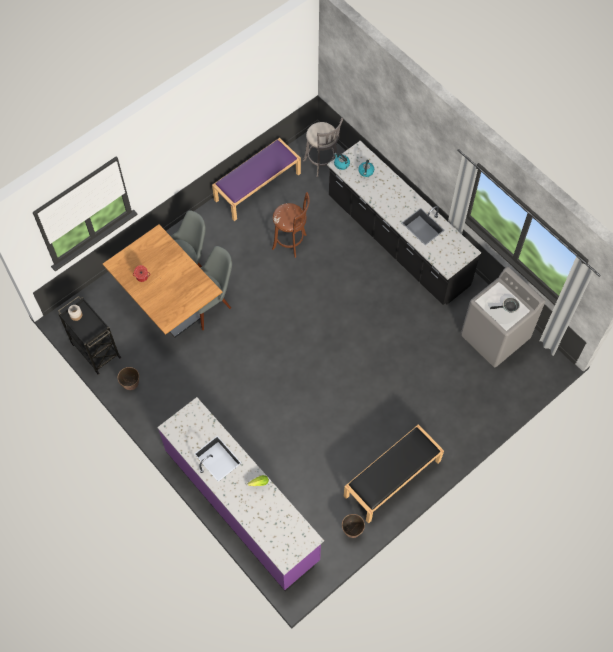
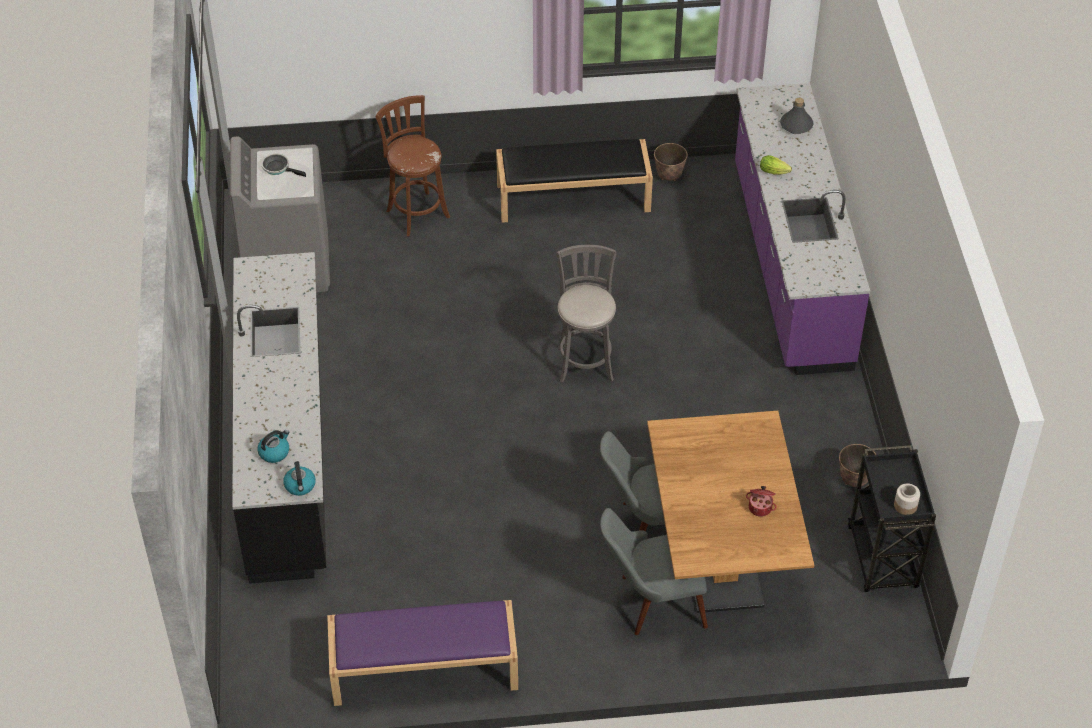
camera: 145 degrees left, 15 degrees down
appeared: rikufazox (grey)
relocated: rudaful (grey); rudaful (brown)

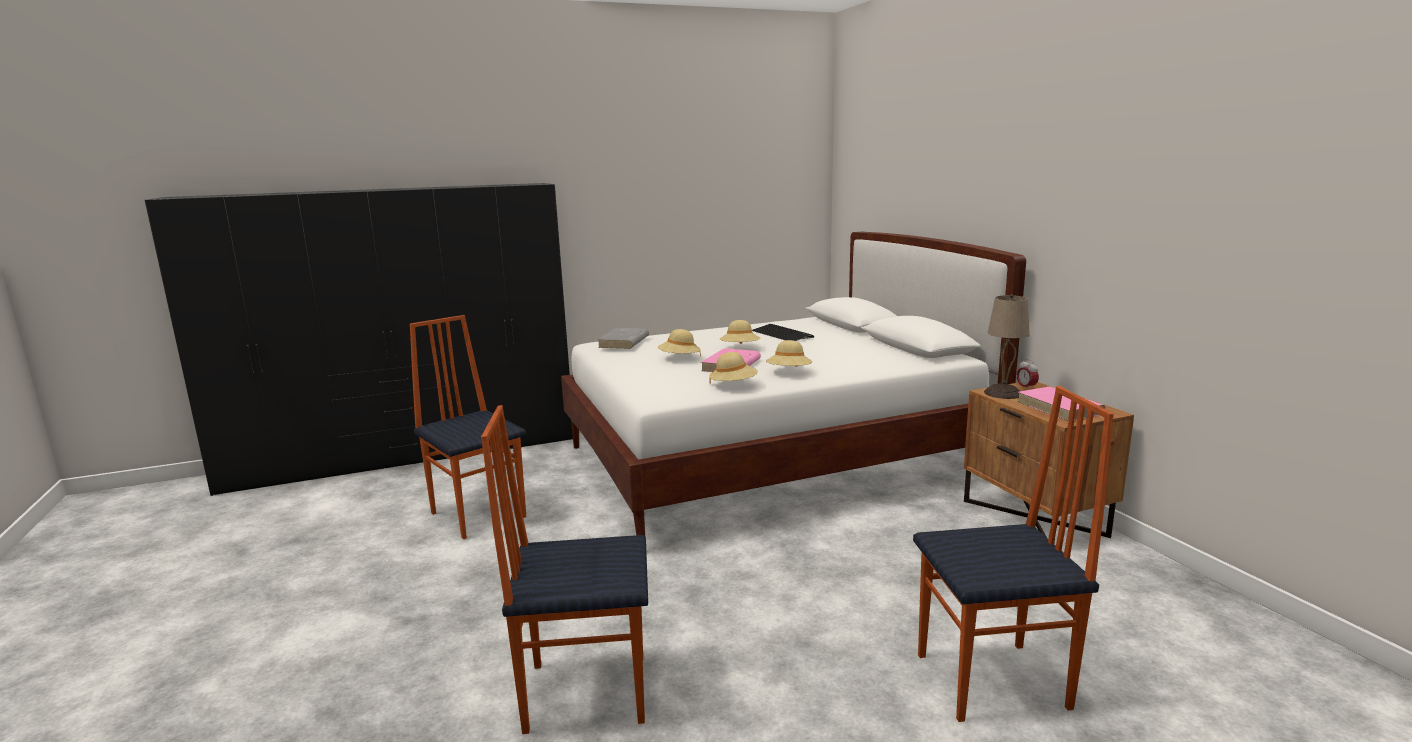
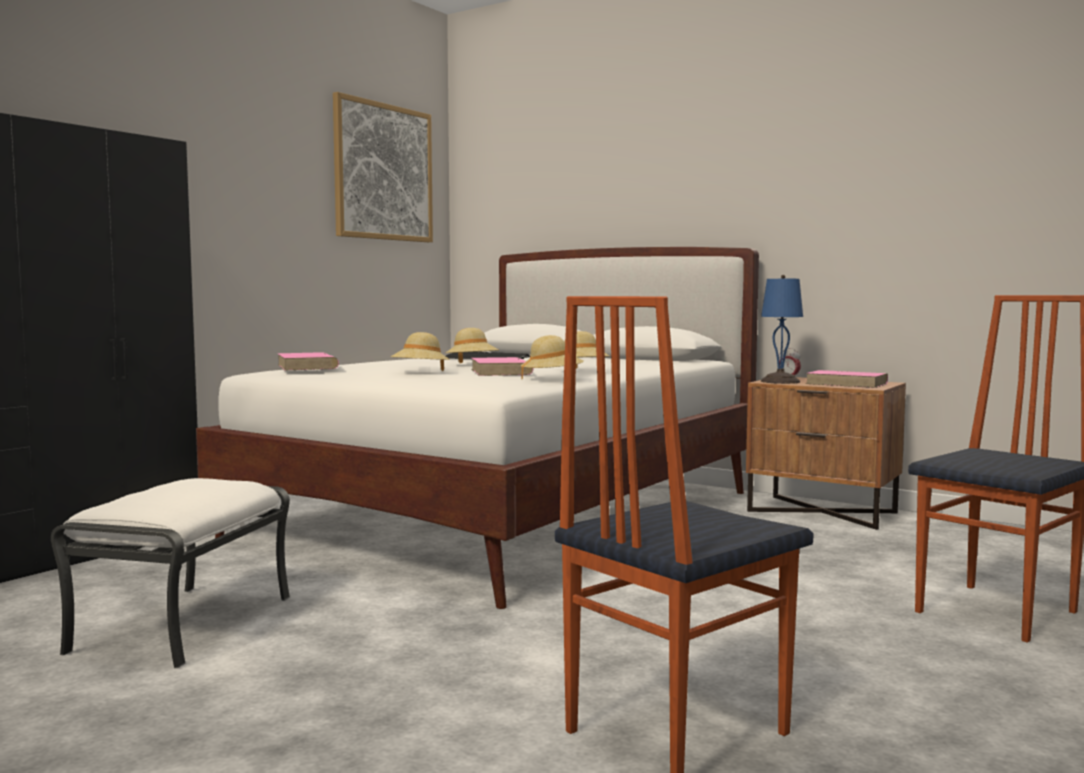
camera: 35 degrees left, 10 degrees down
appeared: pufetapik
exchanged: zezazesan (no. 1 from left) to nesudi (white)
colour: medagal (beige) to medagal (blue); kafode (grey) to kafode (pink) (no. 1 from left)

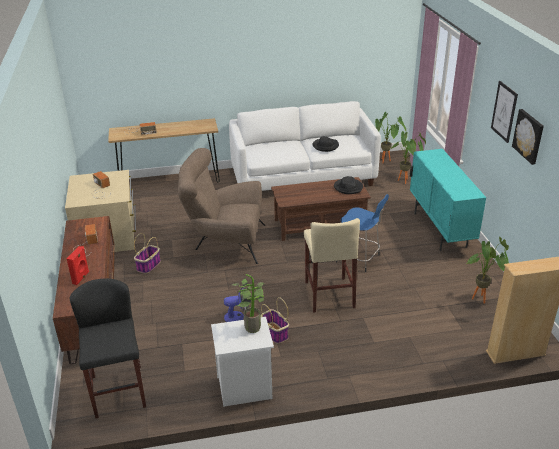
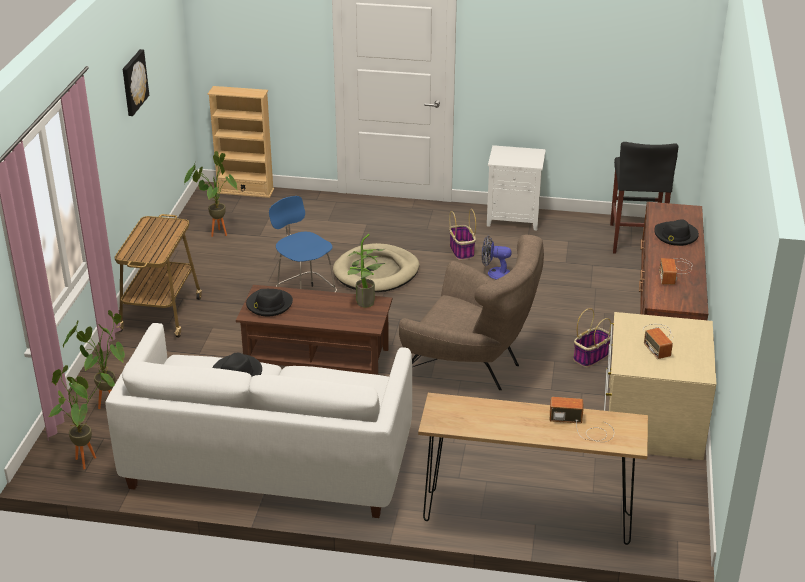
camera: 160 degrees left, 0 degrees up
missing: pufetapik (no. 1 from left)
relocated: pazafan (no. 1 from left in the first image) to pazafan (no. 4 from left)
exchanged: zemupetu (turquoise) to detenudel; rudaful (beige) to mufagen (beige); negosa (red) to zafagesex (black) (no. 3 from left)

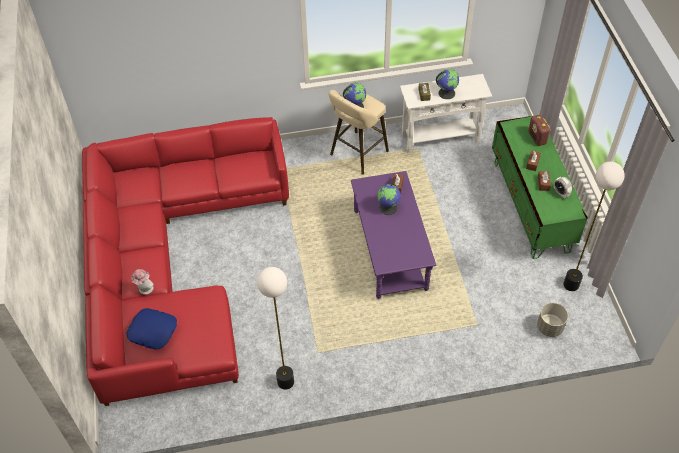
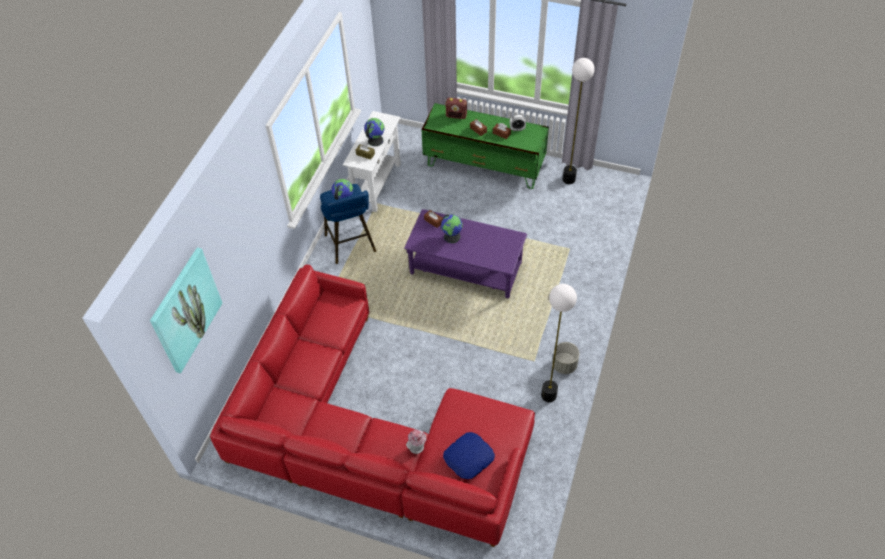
camera: 60 degrees left, 0 degrees up
appeared: pufetapik
relocated: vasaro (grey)
colour: rudaful (beige) to rudaful (blue)

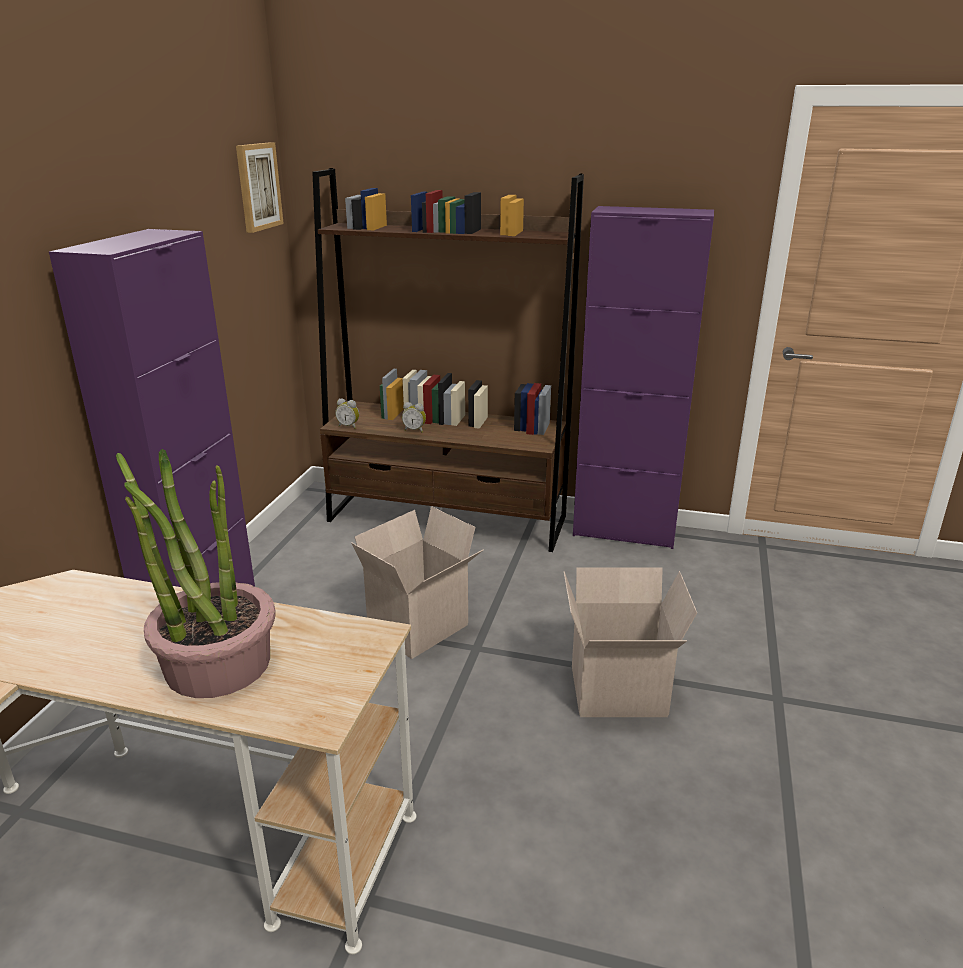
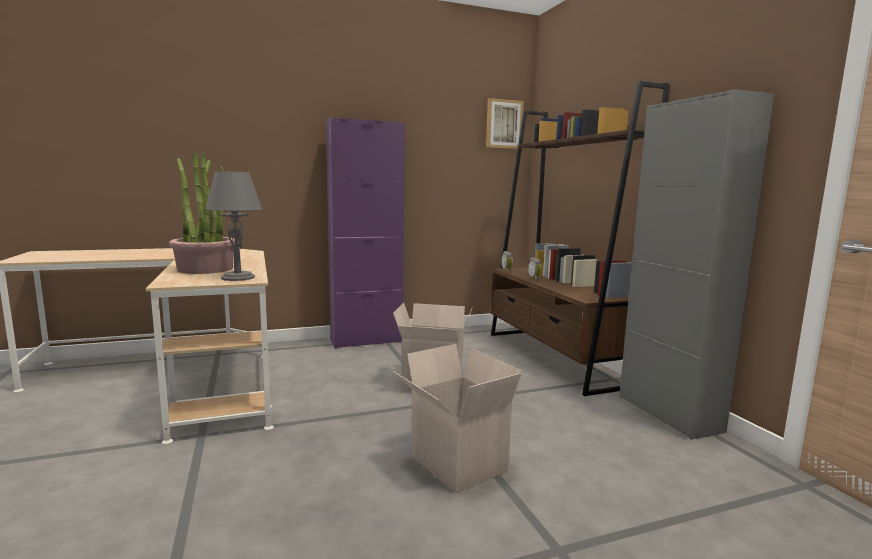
camera: 55 degrees right, 15 degrees down
appeared: medagal (grey)
colour: zemupetu (purple) (no. 2 from left) to zemupetu (grey)

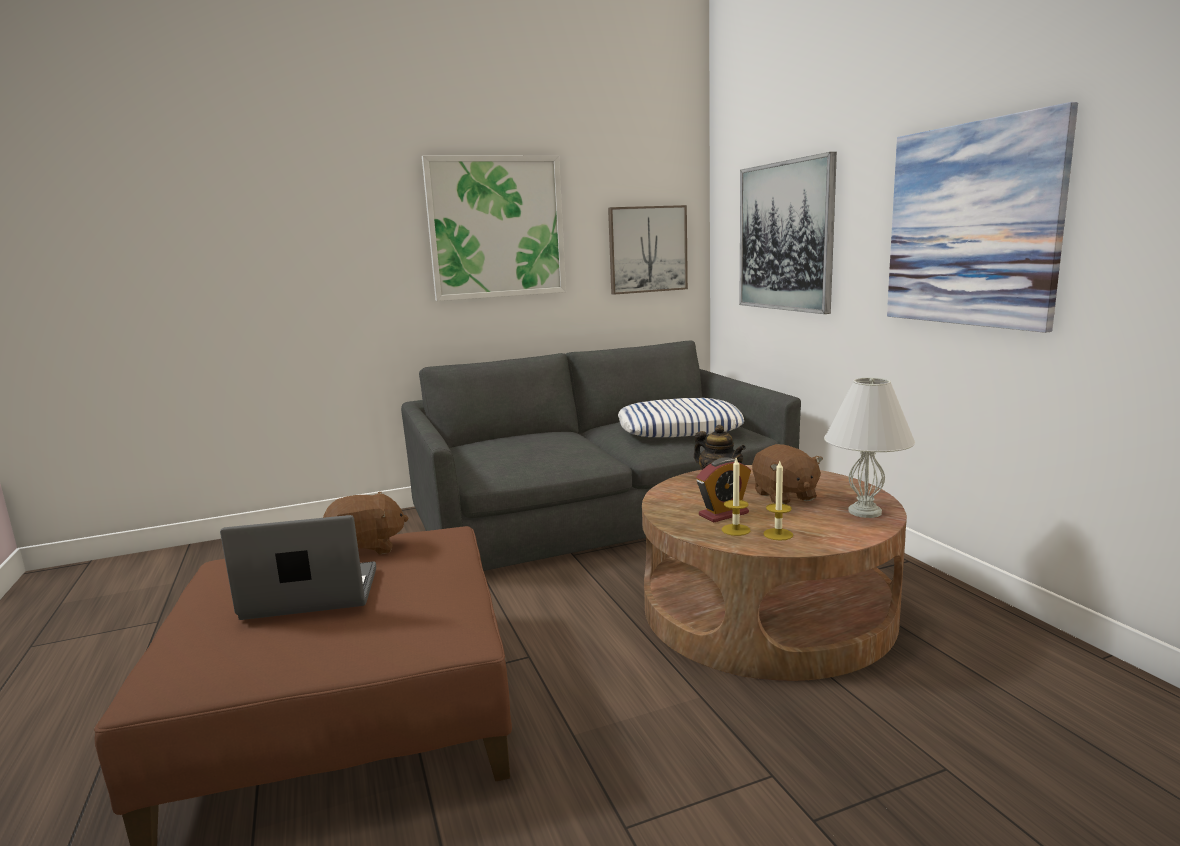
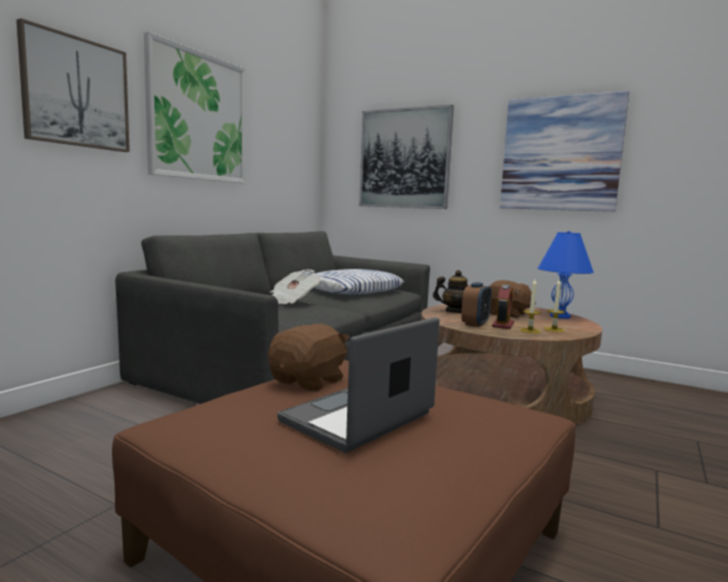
camera: 40 degrees left, 5 degrees down
appeared: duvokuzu; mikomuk (no. 1 from left)
relocated: pufetapik (no. 2 from left in the first image) to pufetapik (no. 1 from left)
colour: medagal (white) to medagal (blue)

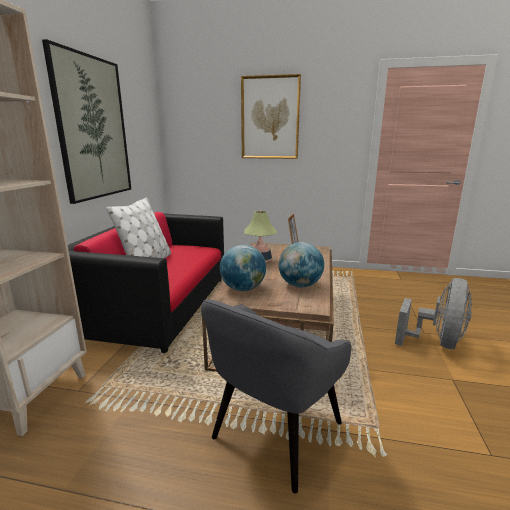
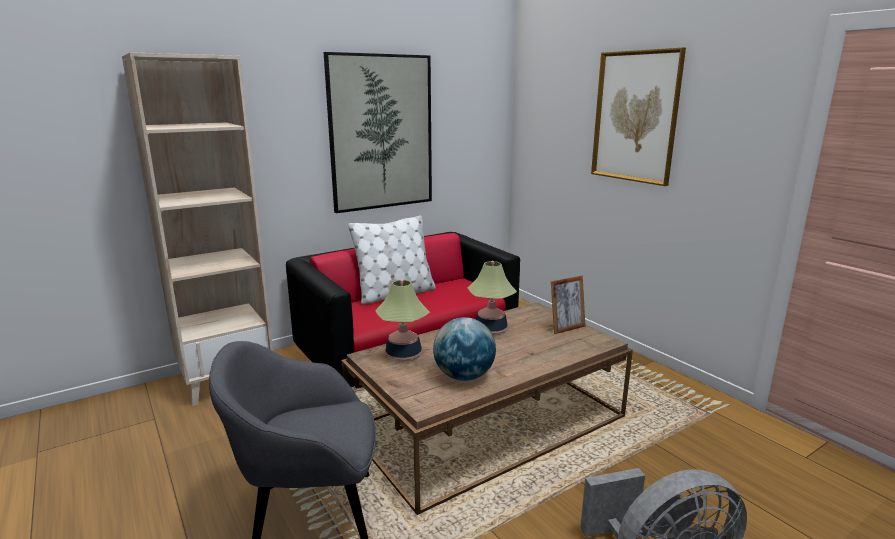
camera: 45 degrees right, 0 degrees up
exchanged: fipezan (no. 1 from left) to medagal (no. 1 from left)

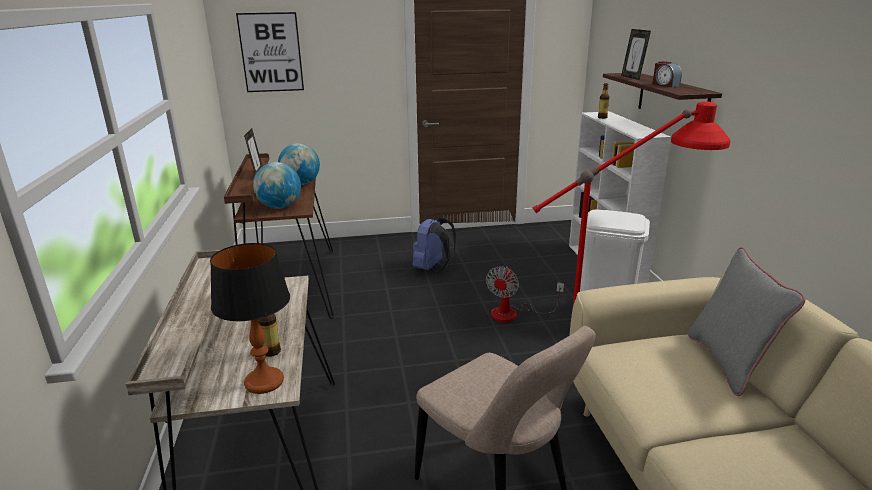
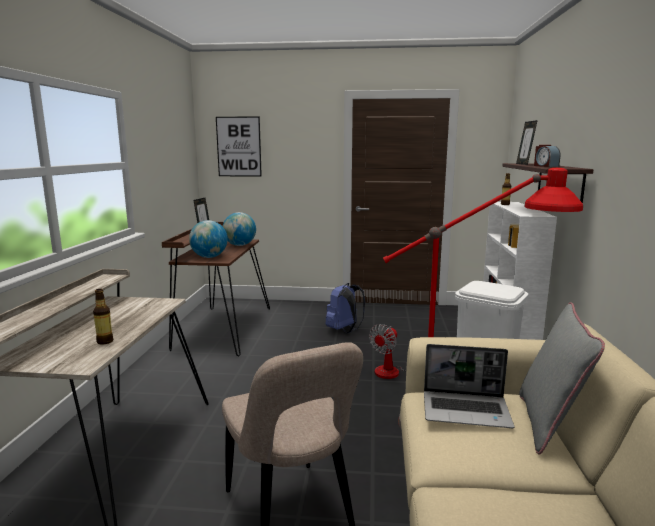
camera: 15 degrees right, 10 degrees down
missing: medagal
appeared: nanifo

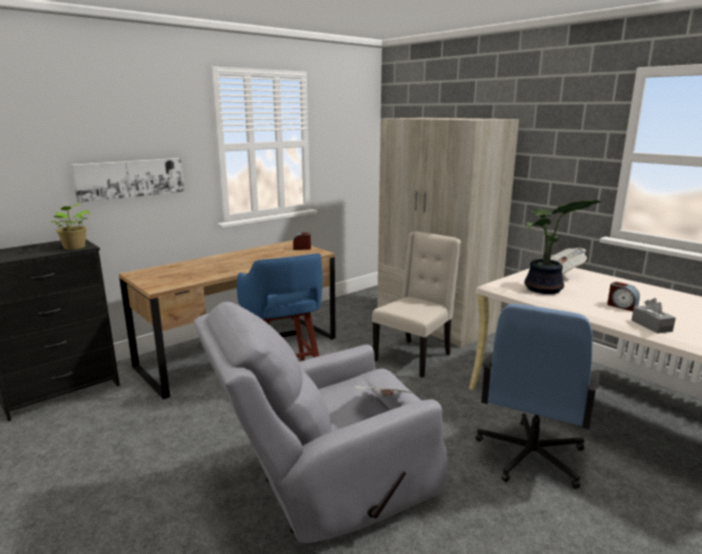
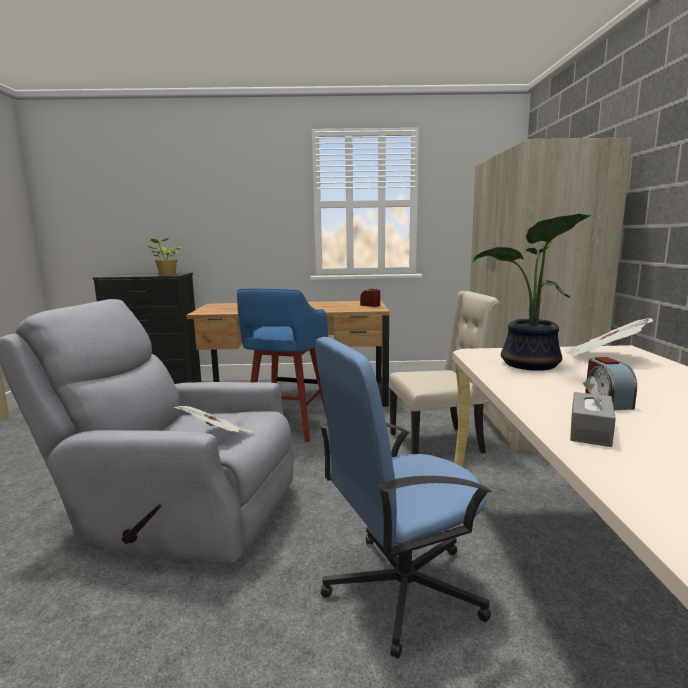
camera: 40 degrees right, 5 degrees down
missing: pufetapik

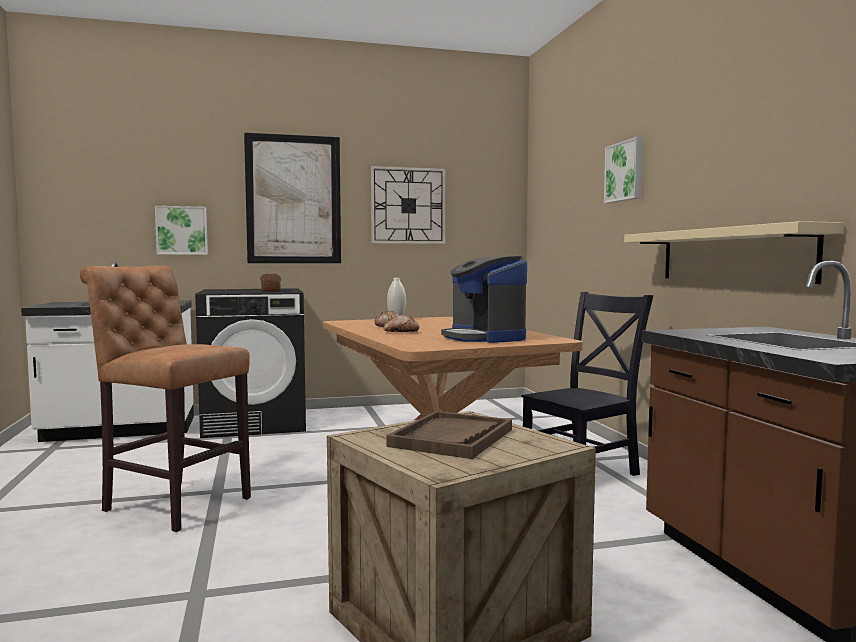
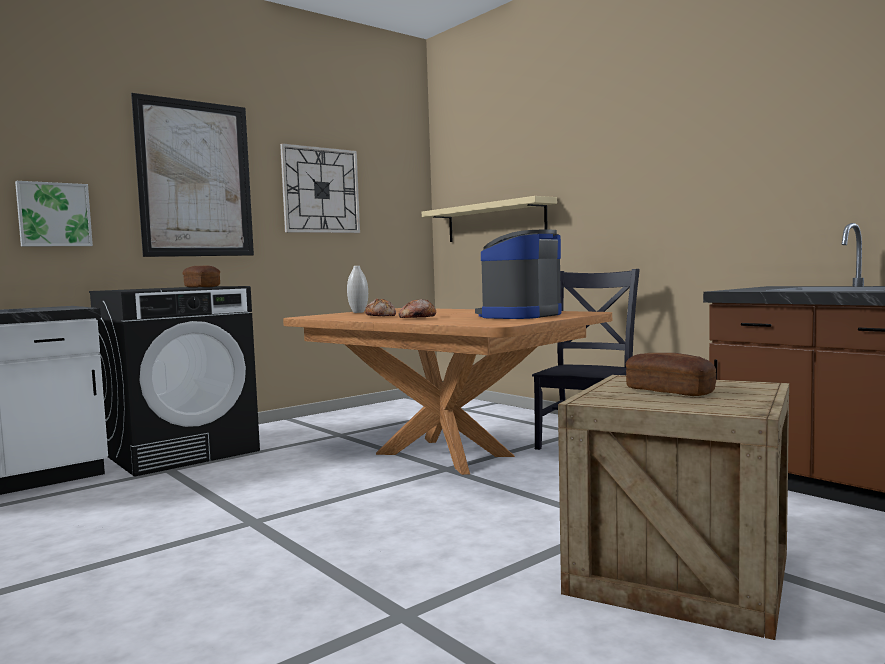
camera: 25 degrees left, 0 degrees up
missing: pufetapik (no. 3 from left); rudaful (brown)
relocated: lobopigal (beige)
exchanged: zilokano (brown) to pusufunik (no. 4 from left)
spun: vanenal 90 degrees clockwise

